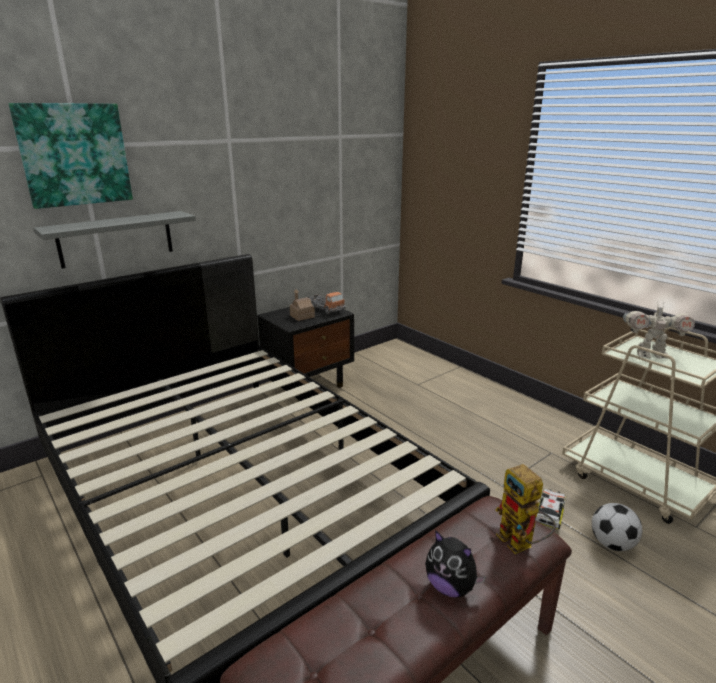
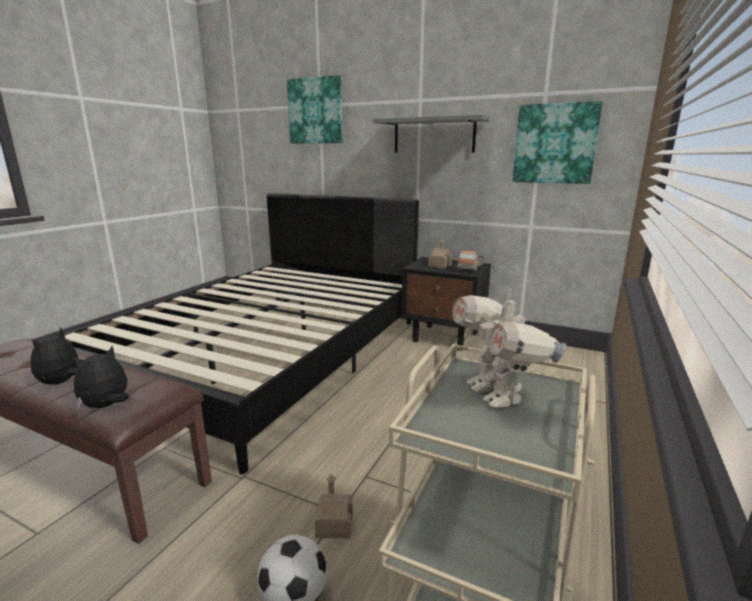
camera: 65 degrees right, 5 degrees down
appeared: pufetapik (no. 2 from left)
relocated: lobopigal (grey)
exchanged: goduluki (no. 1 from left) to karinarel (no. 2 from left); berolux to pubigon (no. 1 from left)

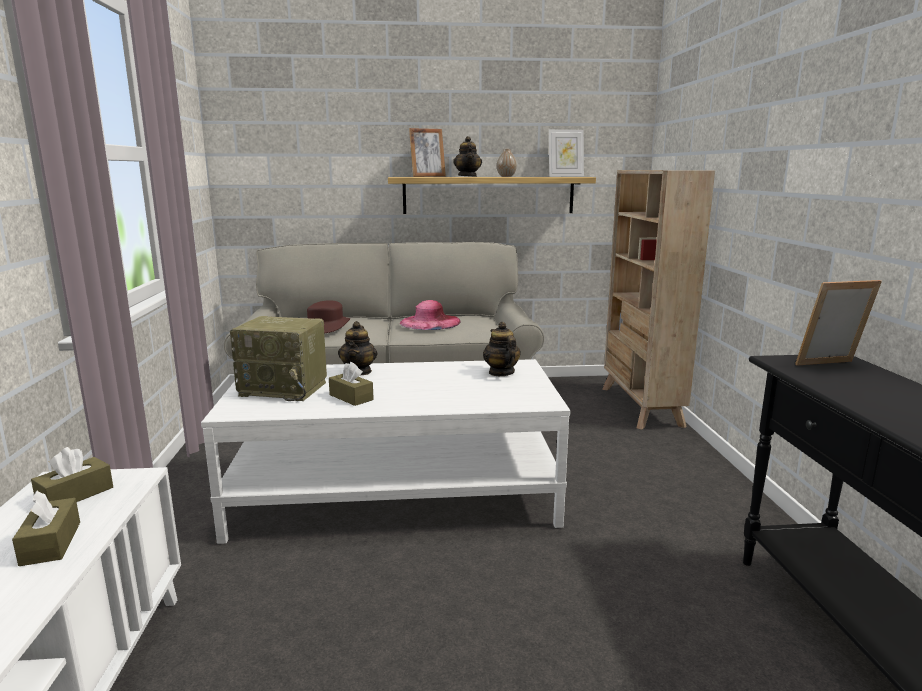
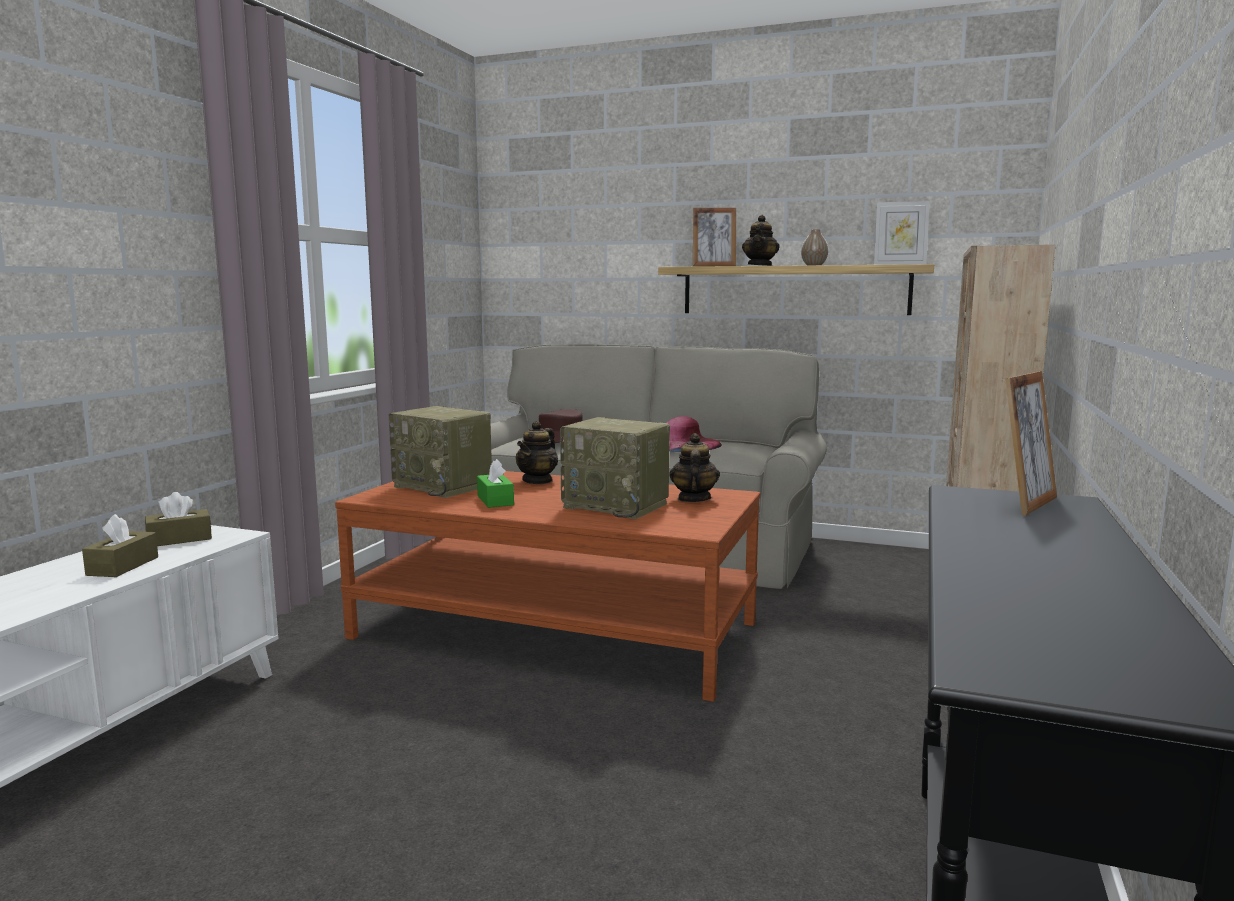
camera: 25 degrees right, 5 degrees down
appeared: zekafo (no. 2 from left)
colour: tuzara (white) to tuzara (brown); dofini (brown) (no. 3 from left) to dofini (green)
spun: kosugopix (no. 3 from left) 120 degrees clockwise

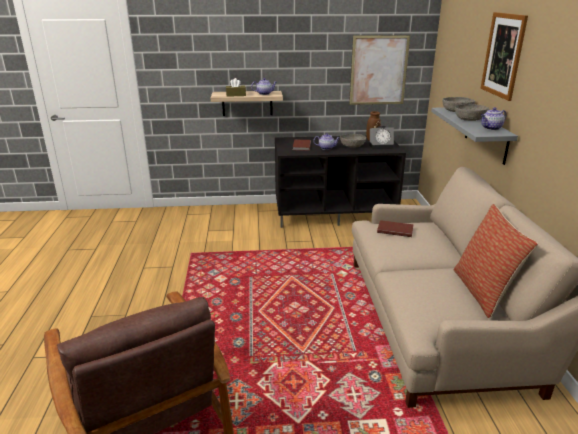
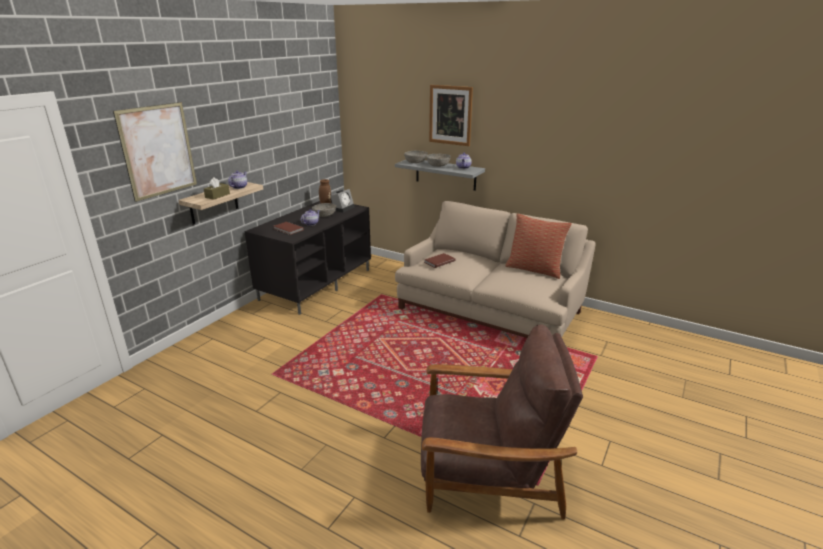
camera: 55 degrees left, 0 degrees up
relocated: pufetapik (no. 1 from left)

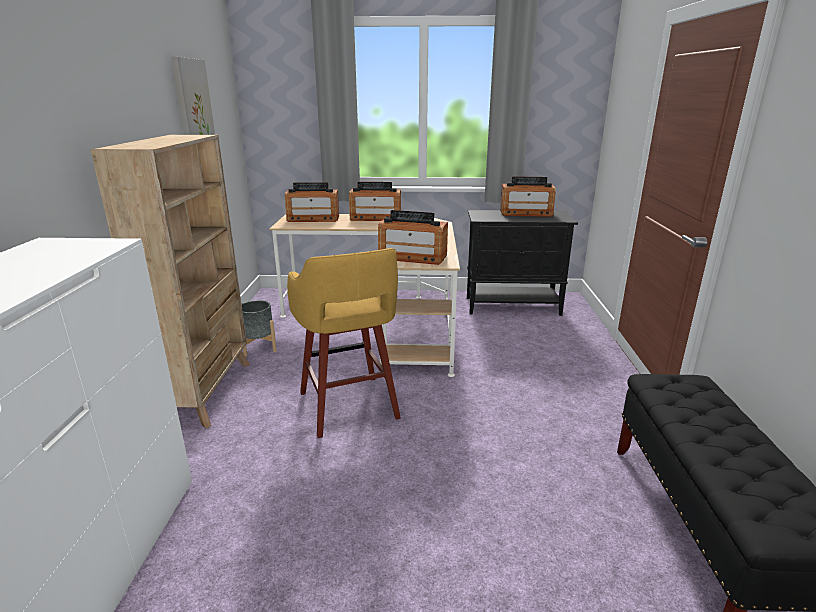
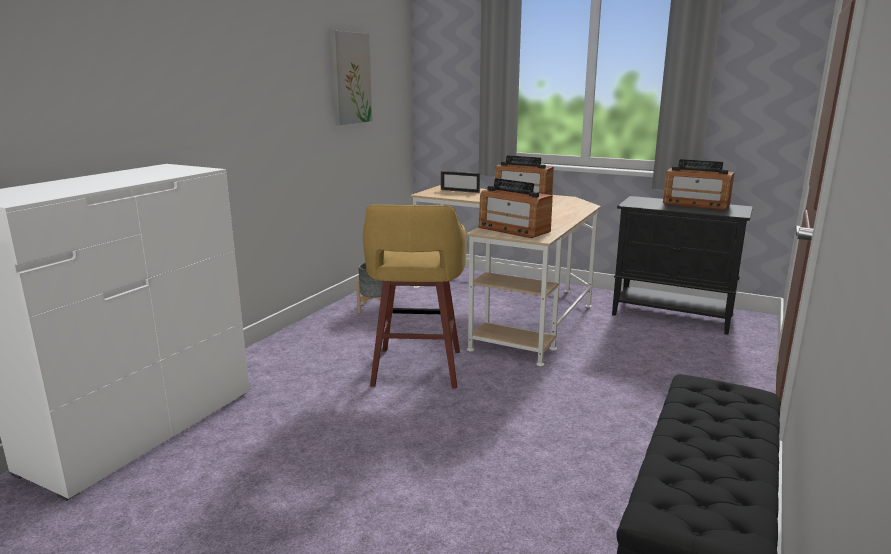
camera: 25 degrees right, 5 degrees down
missing: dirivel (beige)
exchanged: zekafo (no. 1 from left) to kosugopix

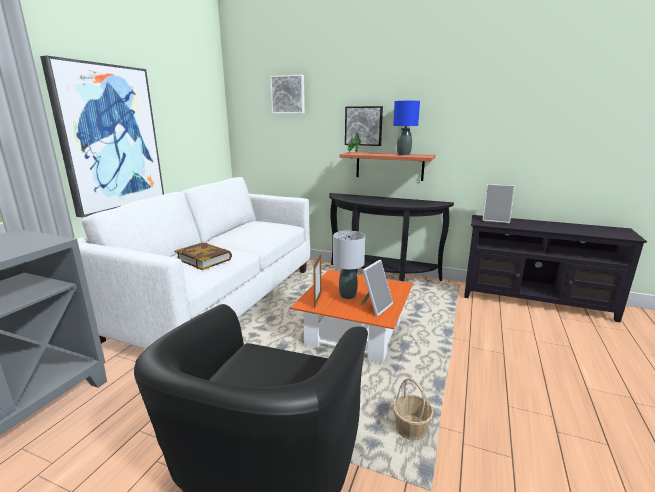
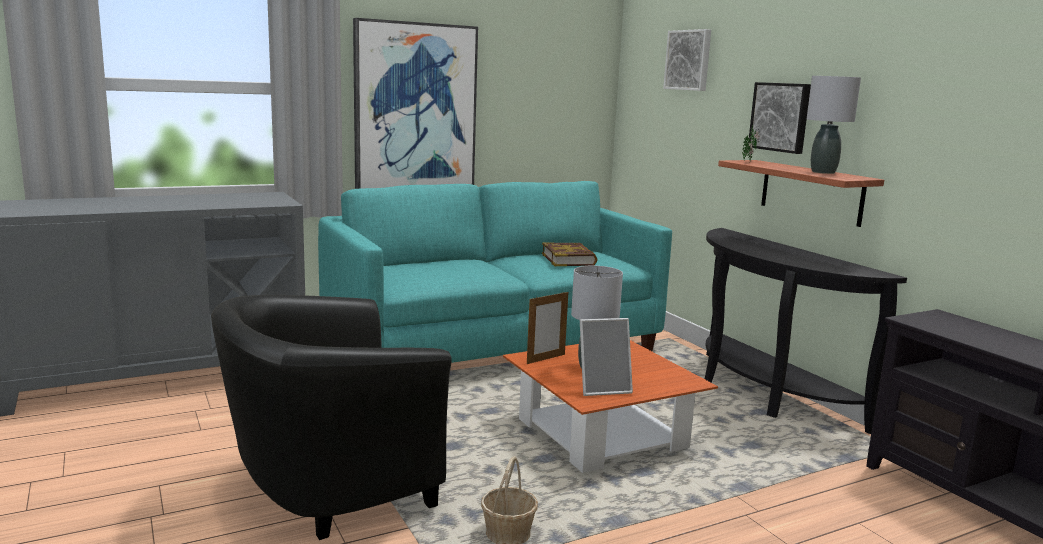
camera: 40 degrees right, 5 degrees down
missing: kosugopix (no. 3 from left)
relocated: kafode
colour: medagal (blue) to medagal (grey) (no. 2 from left); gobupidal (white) to gobupidal (turquoise)

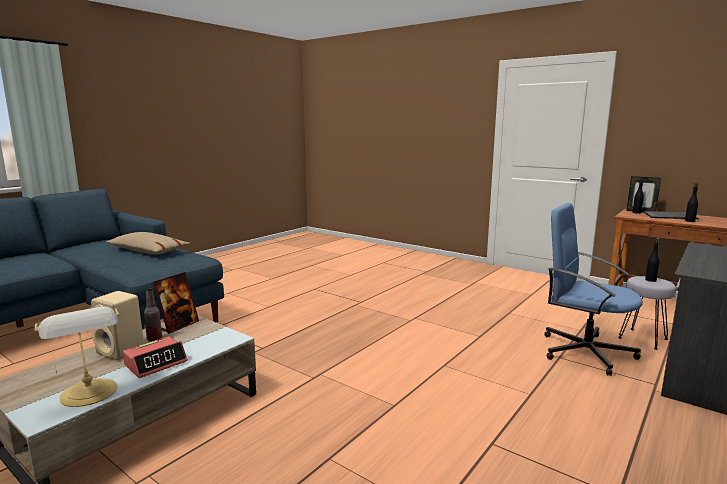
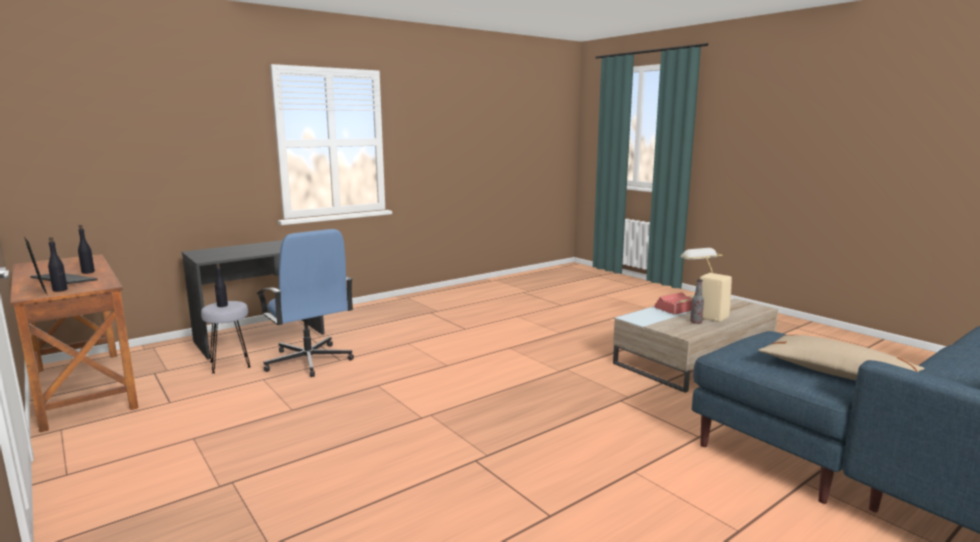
camera: 165 degrees left, 0 degrees up
missing: kosugopix (no. 1 from left)

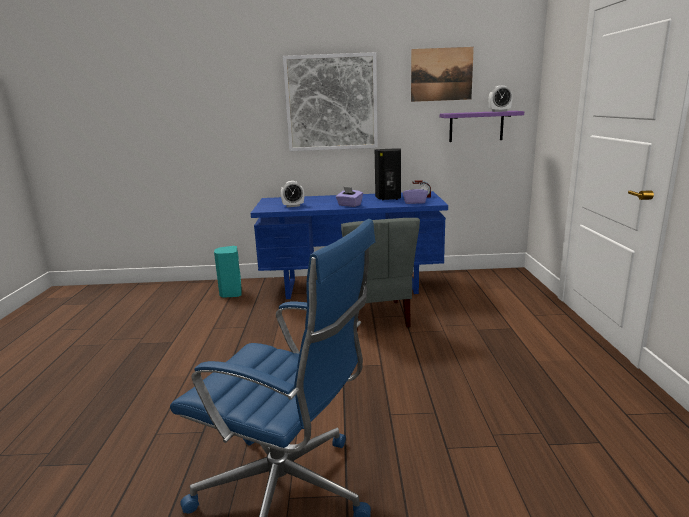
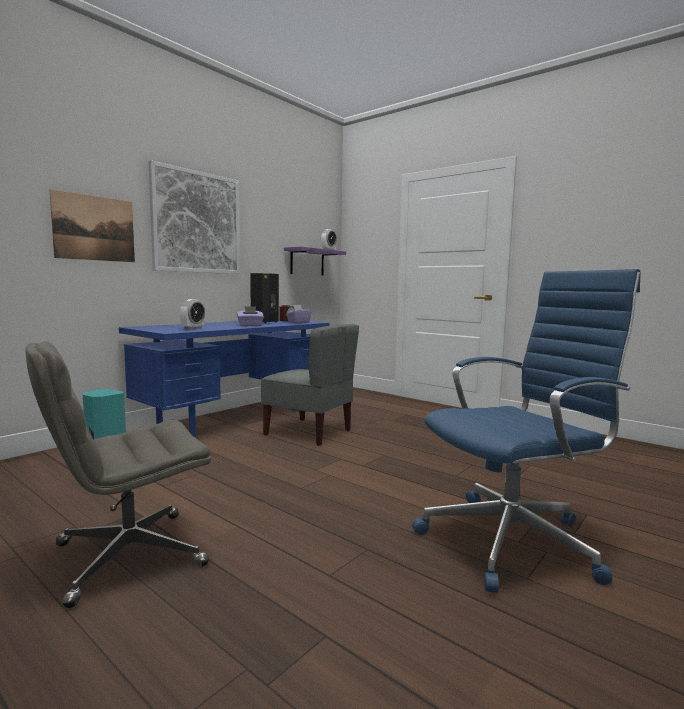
camera: 50 degrees left, 10 degrees down
appeared: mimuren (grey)
relocated: pufetapik (no. 2 from left in the first image) to pufetapik (no. 1 from left)

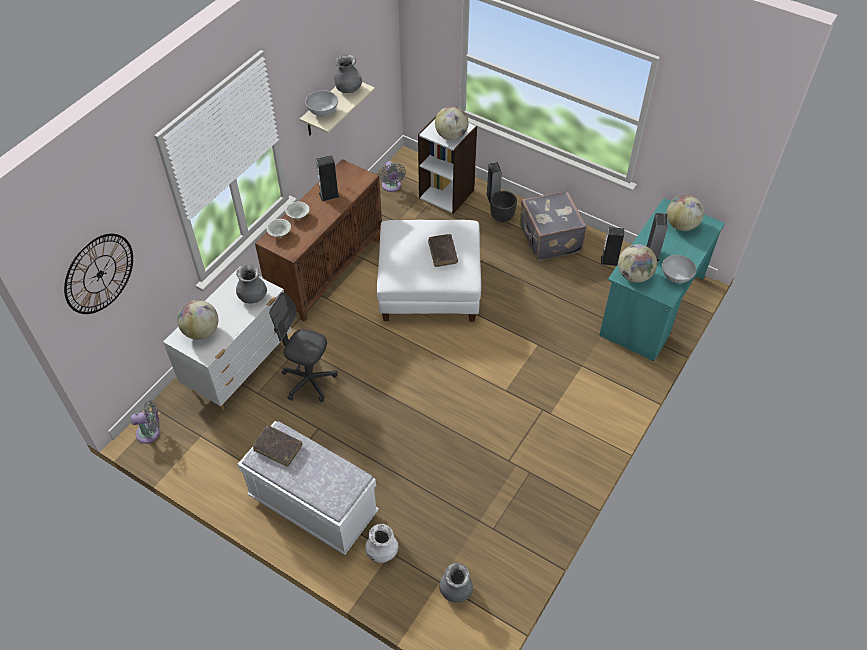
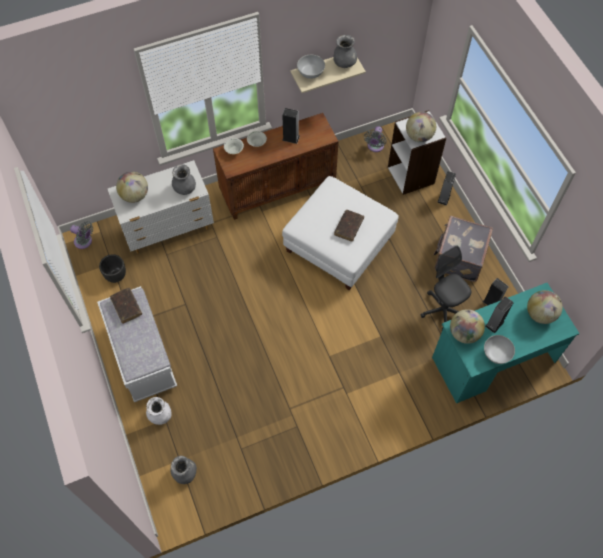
camera: 35 degrees right, 10 degrees up
missing: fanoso
relocated: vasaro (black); mimuren (grey)

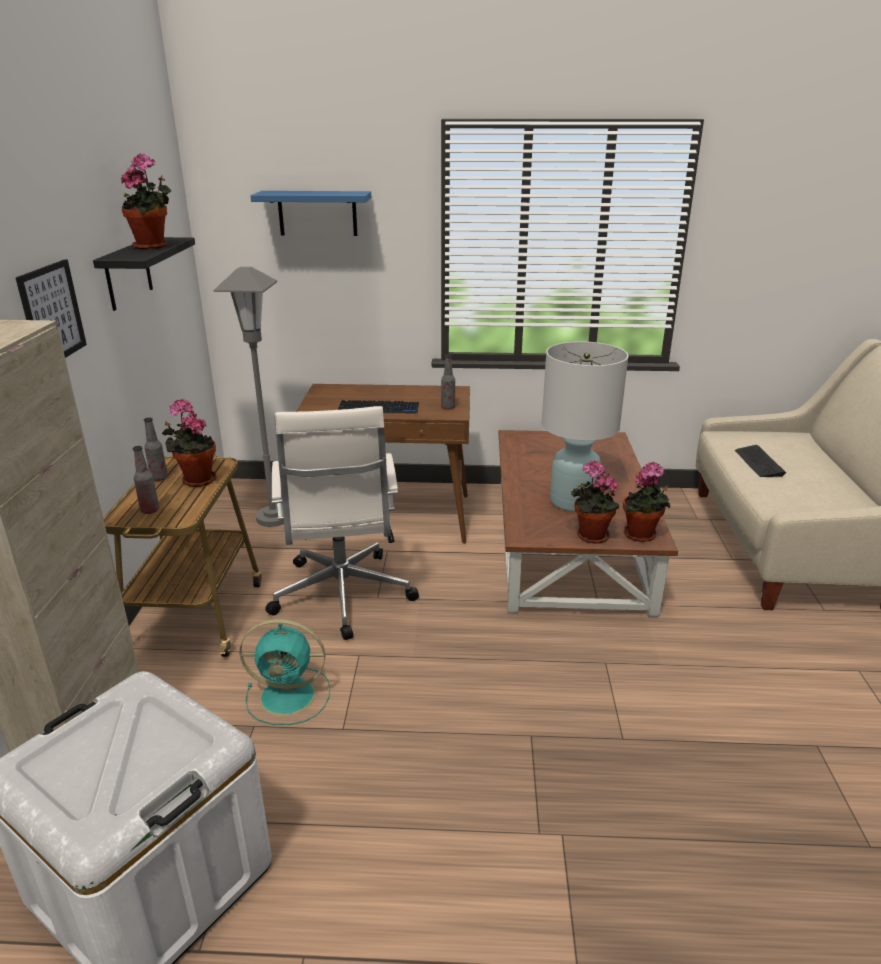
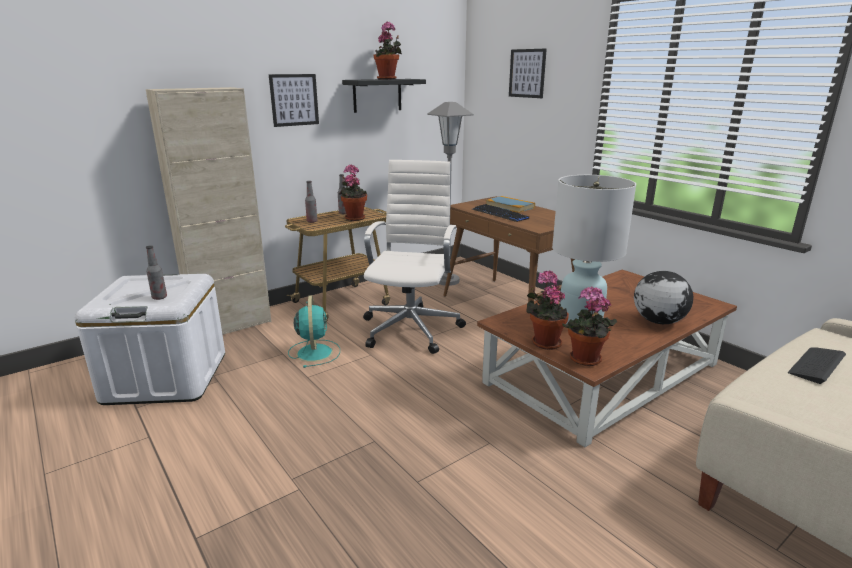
camera: 50 degrees right, 5 degrees down
appeared: kafode; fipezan
relocated: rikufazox (no. 3 from left in the first image) to rikufazox (no. 1 from left)
exchanged: lobopigal (blue) to pufetapik (no. 2 from left)
spun: mimuren (white) 150 degrees clockwise; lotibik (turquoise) 150 degrees counterclockwise

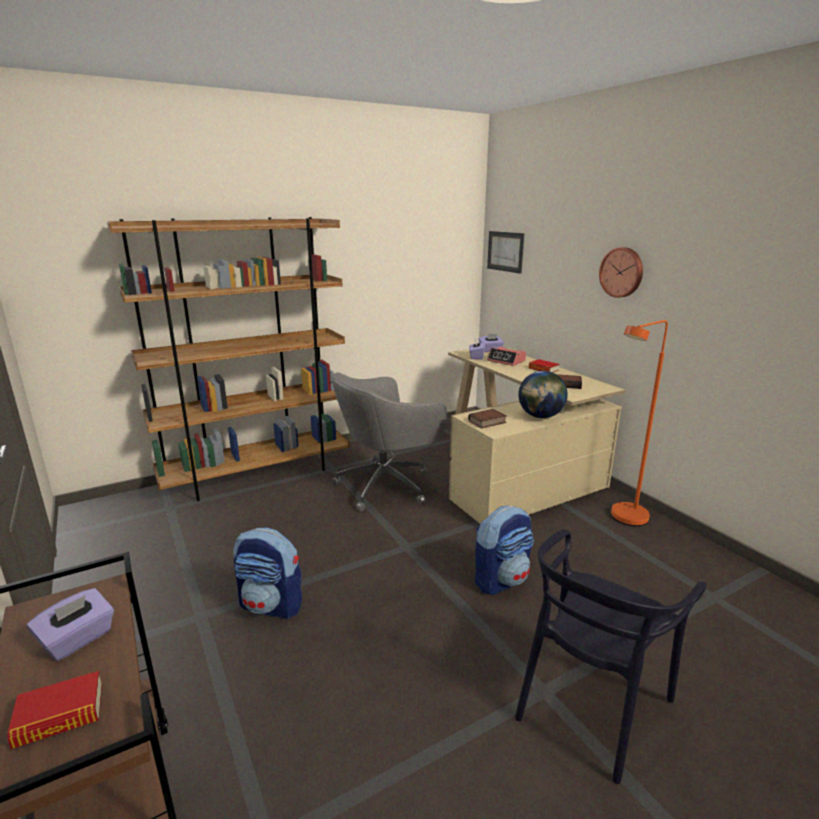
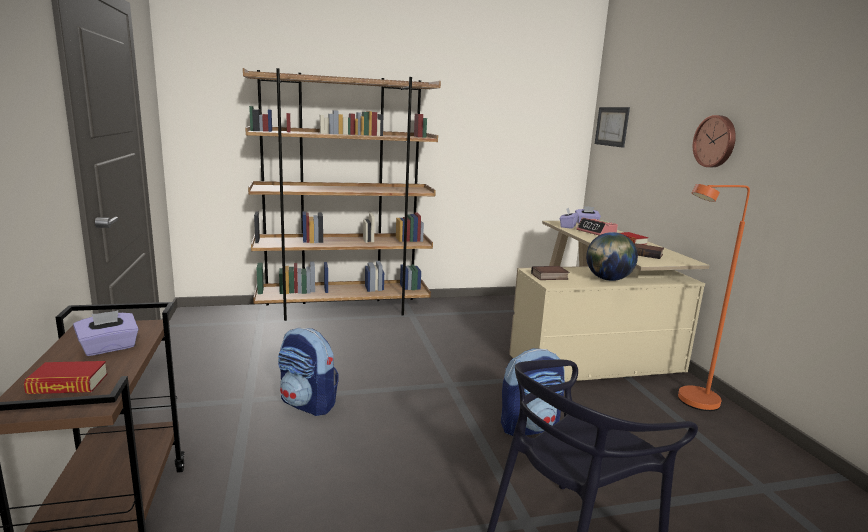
camera: 15 degrees right, 5 degrees down
missing: mimuren (grey)

